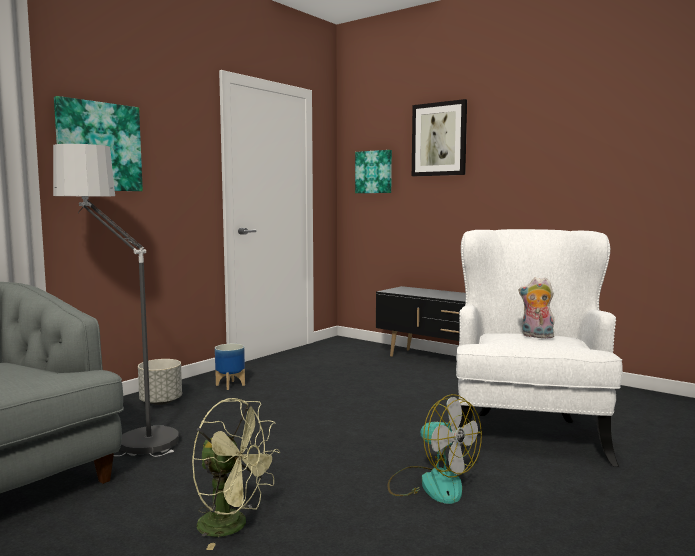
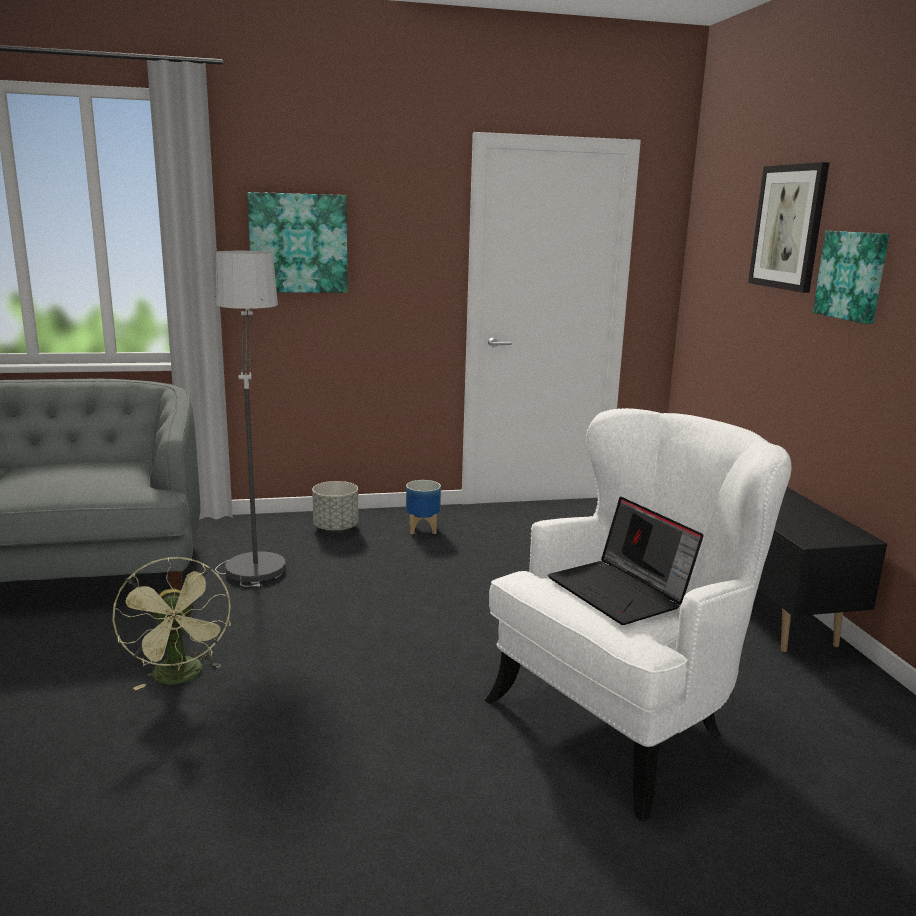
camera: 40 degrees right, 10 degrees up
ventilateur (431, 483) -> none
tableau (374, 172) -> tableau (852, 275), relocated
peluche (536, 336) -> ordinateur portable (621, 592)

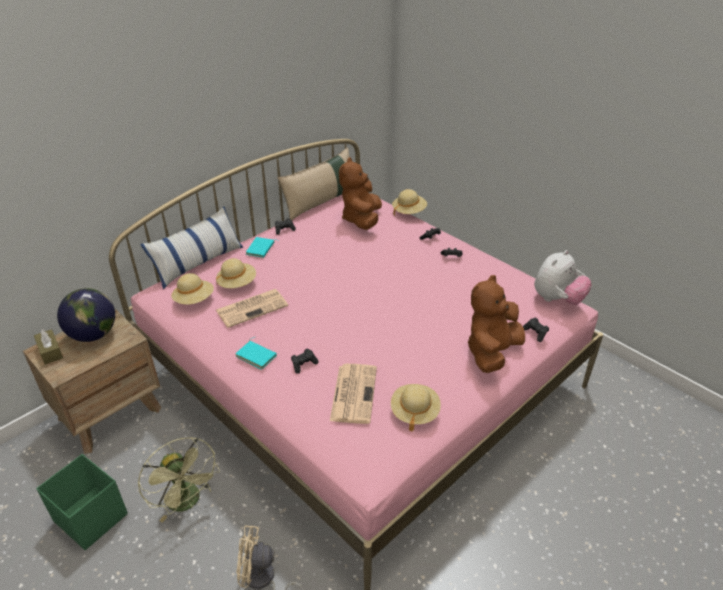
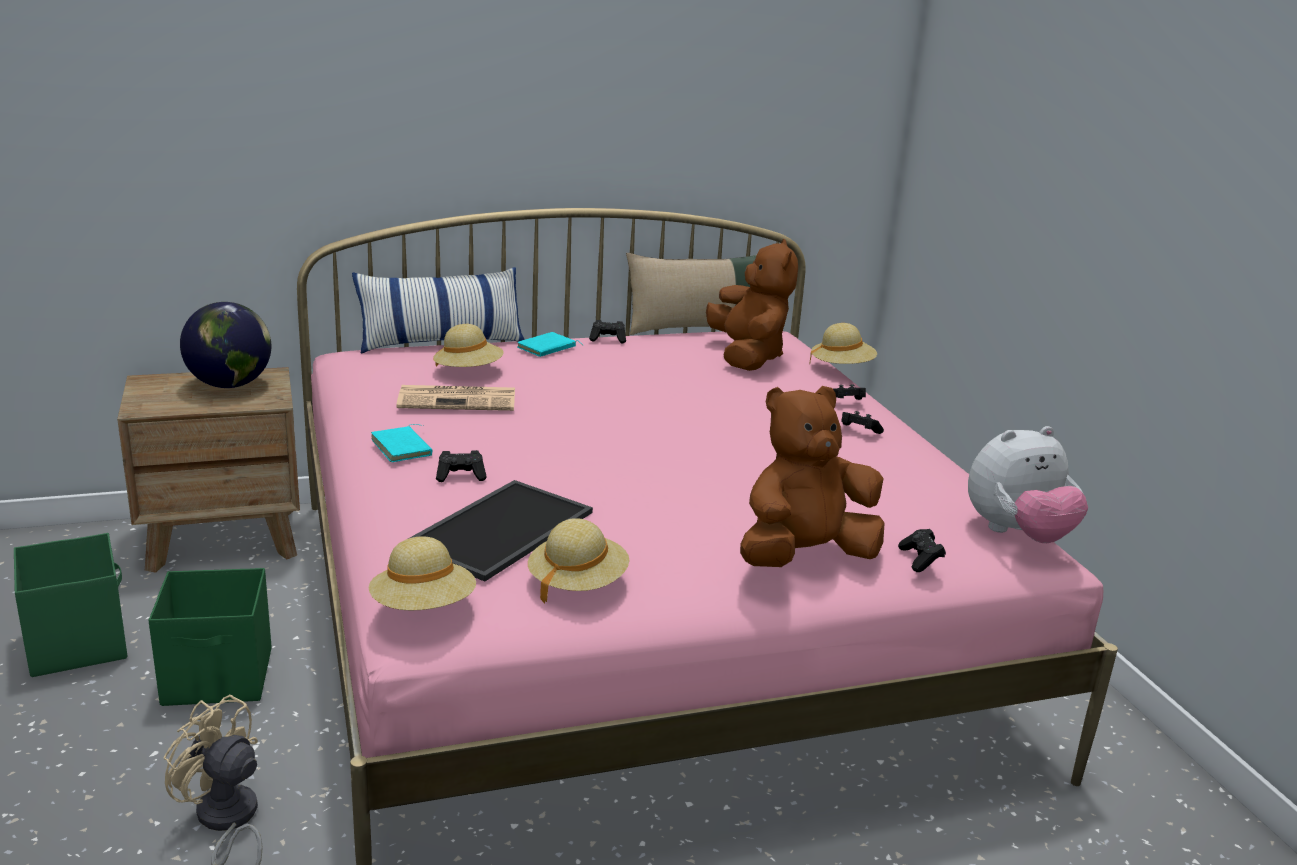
camera: 25 degrees right, 15 degrees down
boîte à mouchoirs/marron (50, 351) -> none
chapeau/beige (194, 300) -> chapeau/beige (423, 608), relocated
ventilateur/vert (188, 502) -> boîte de rangement/vert (219, 677)
journal (353, 393) -> plateau (499, 528)
peluche/marron (361, 219) -> peluche/marron (747, 357), 135 degrees clockwise

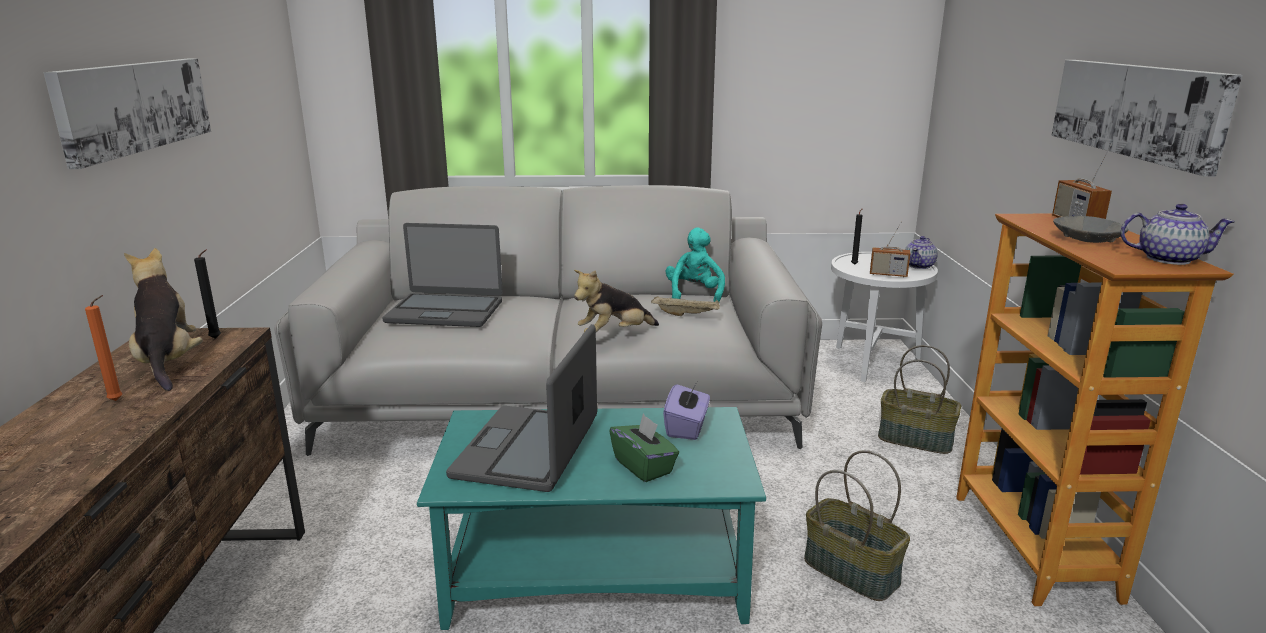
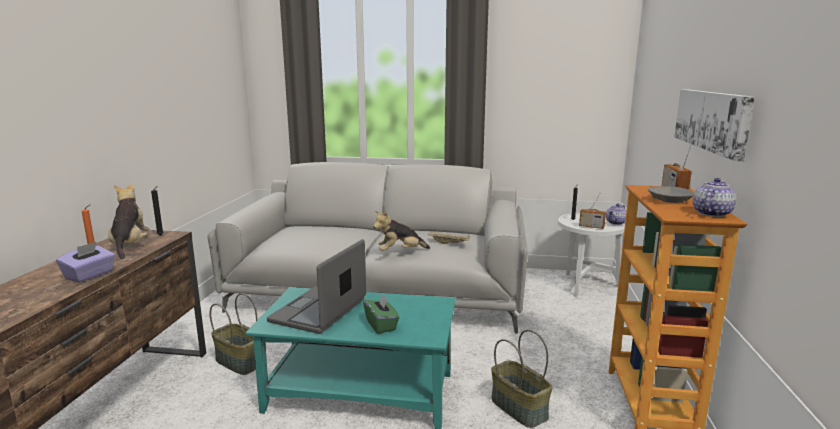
camera: 10 degrees right, 5 degrees down
tableau (135, 106) -> none
ordinateur portable (445, 311) -> none
peluche/turquoise (694, 295) -> none
boîte à mouchoirs/violet (687, 427) -> boîte à mouchoirs/violet (90, 275), relocated
panier (916, 439) -> panier (240, 362), relocated
théière (1167, 259) -> théière (711, 213), 75 degrees counterclockwise

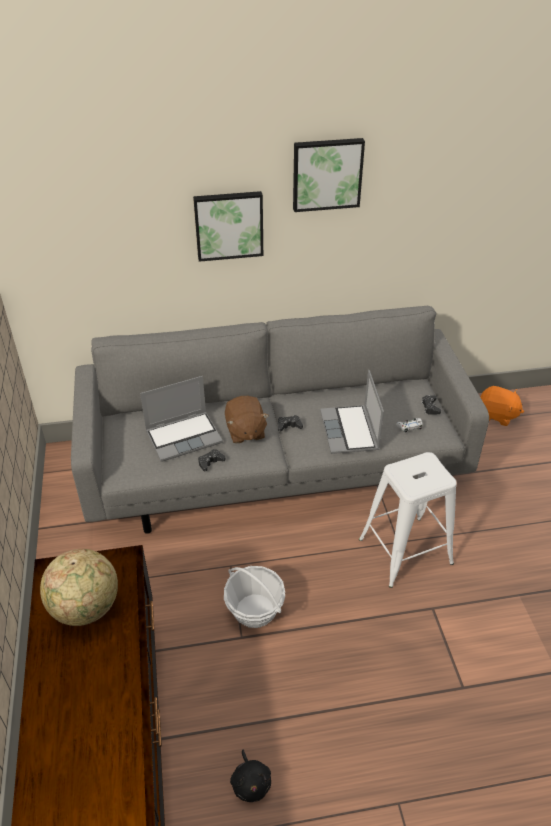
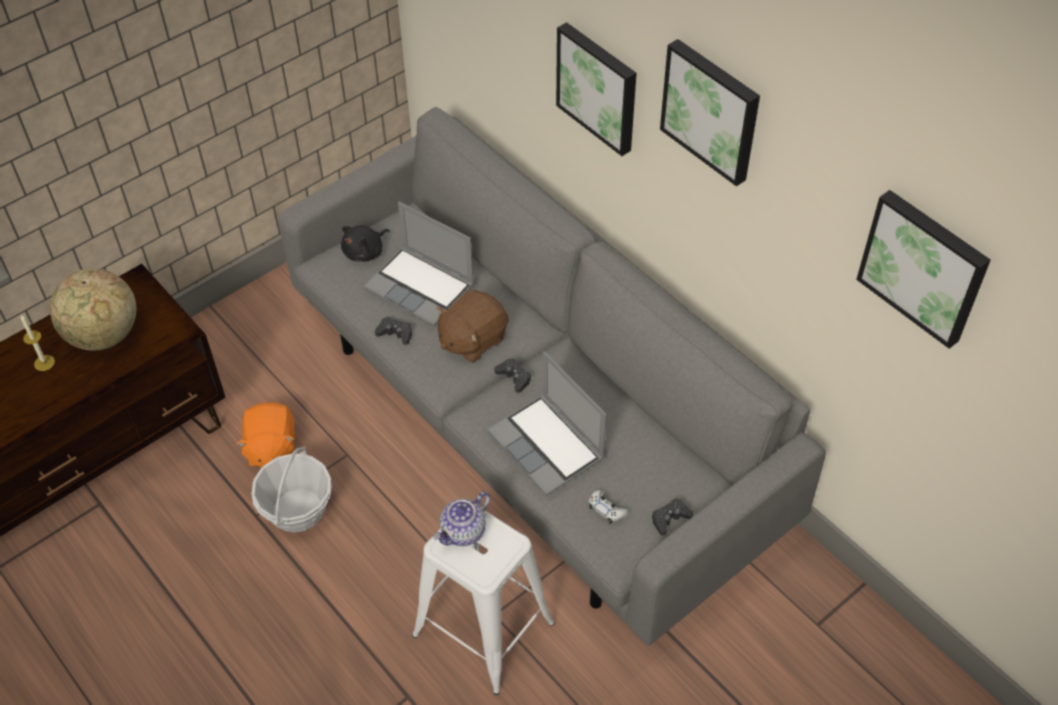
camera: 60 degrees right, 10 degrees up
none -> bougie (44, 363)
none -> théière (463, 532)
none -> tableau (924, 266)
peluche/noir (251, 782) -> peluche/noir (365, 252), relocated
peluche/orange (496, 415) -> peluche/orange (271, 448), relocated
ordinateur portable (350, 431) -> ordinateur portable (548, 446), 90 degrees counterclockwise

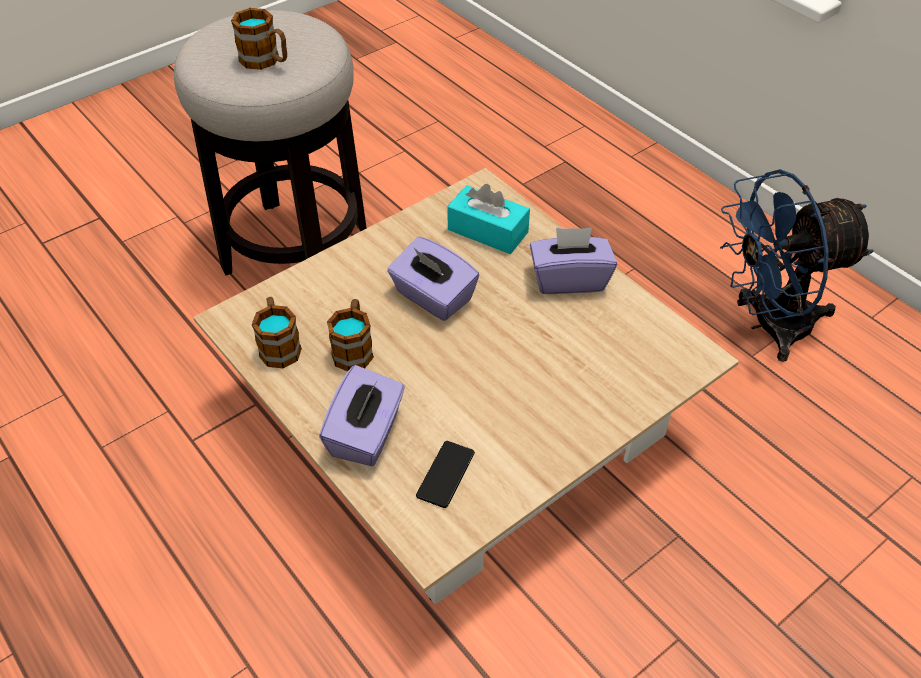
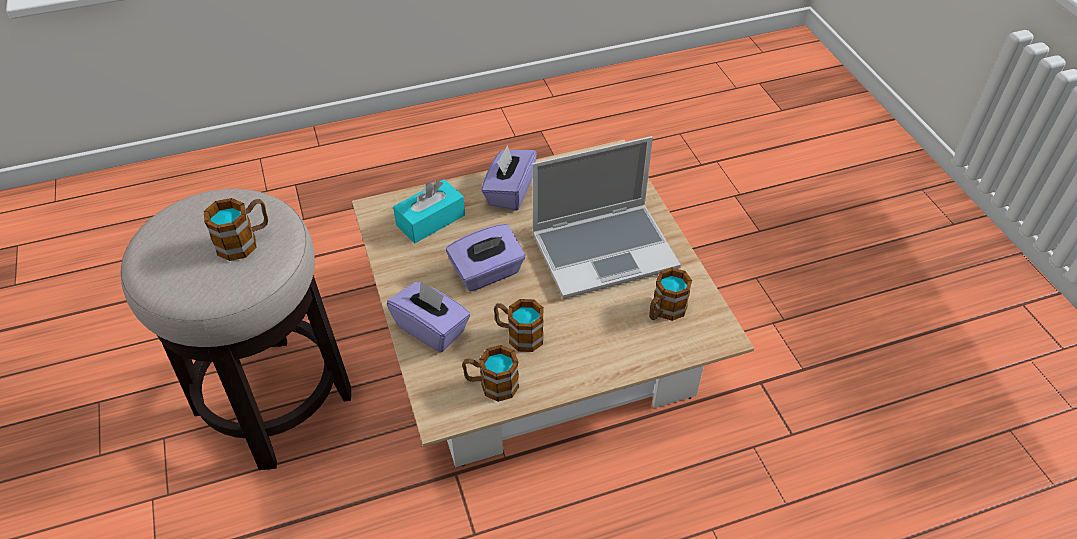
camera: 70 degrees left, 0 degrees up
ventilateur/bleu (768, 325) -> none
none -> ordinateur portable (605, 250)
boîte à mouchoirs/violet (366, 434) -> boîte à mouchoirs/violet (431, 328), relocated
téléphone (445, 474) -> mug (664, 311)

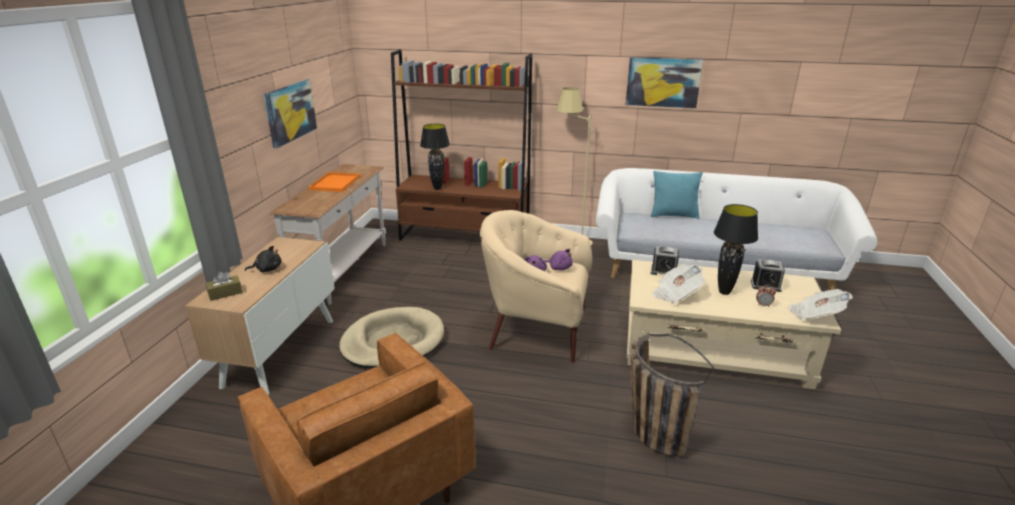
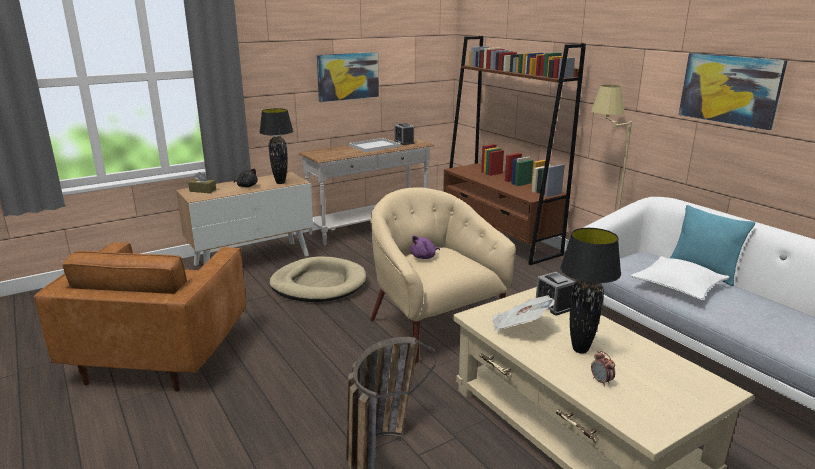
camera: 45 degrees right, 5 degrees down
peluche/violet (559, 268) -> none
journal (815, 316) -> none
none -> coussin/blanc (678, 286)
lampe de table/noir (437, 188) -> lampe de table/noir (280, 183), relocated
réveil (765, 285) -> réveil (404, 142), relocated
plateau/orange (335, 183) -> plateau/blanc (374, 146)

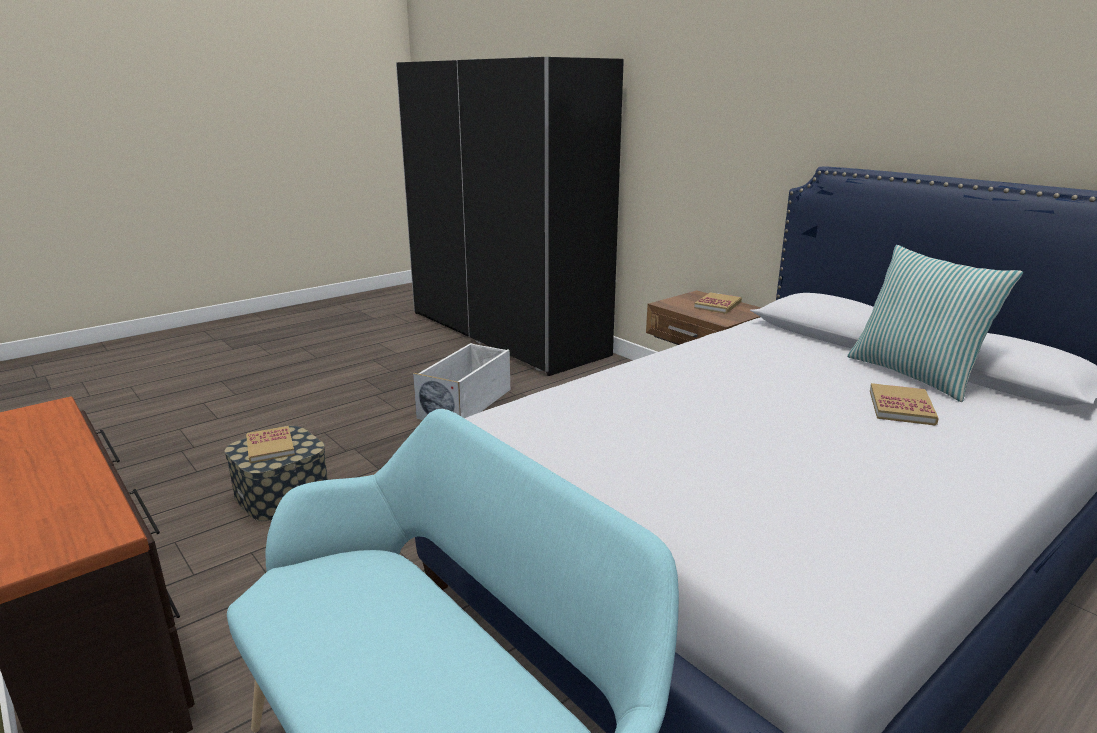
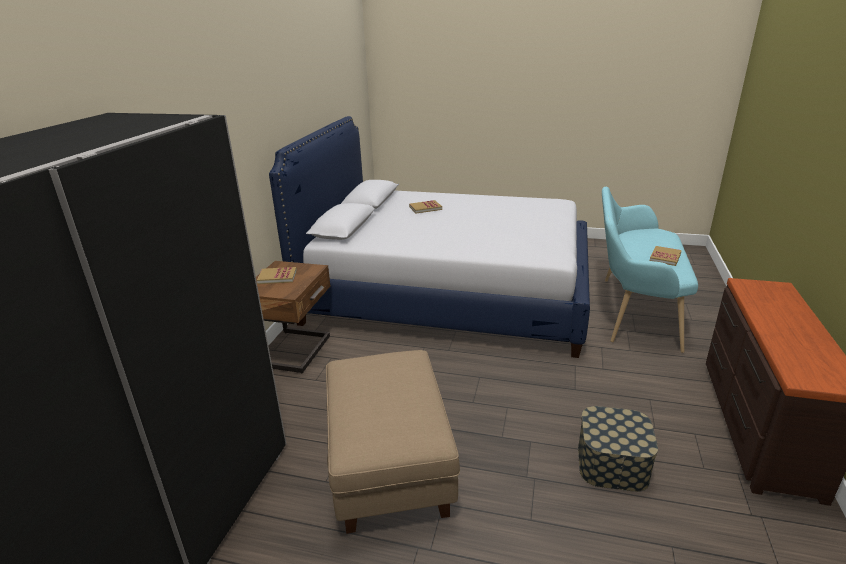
camera: 125 degrees left, 5 degrees up
coussin (915, 374) -> none
livre (270, 447) -> livre (665, 257), relocated
boîte de rangement/blanc (466, 403) -> pouf/beige (388, 465)

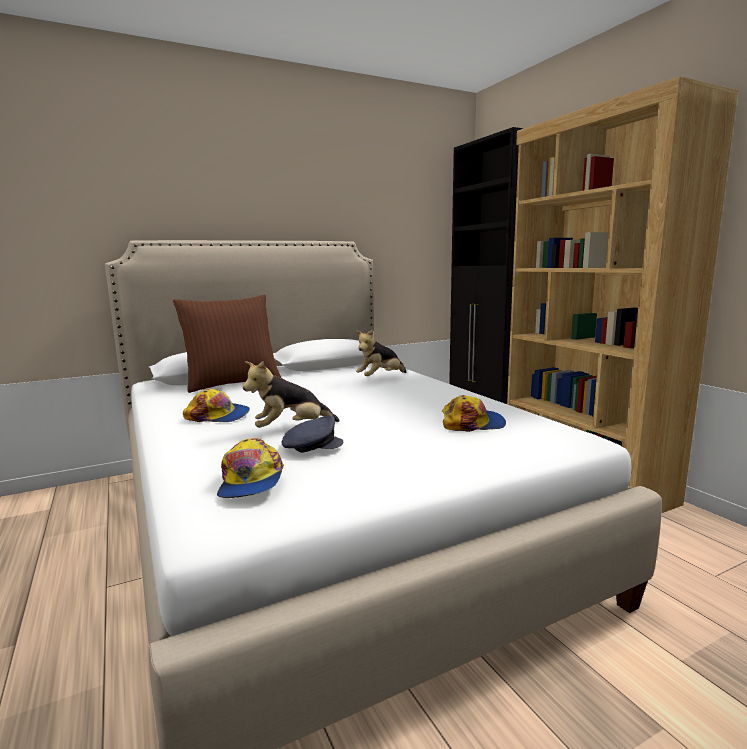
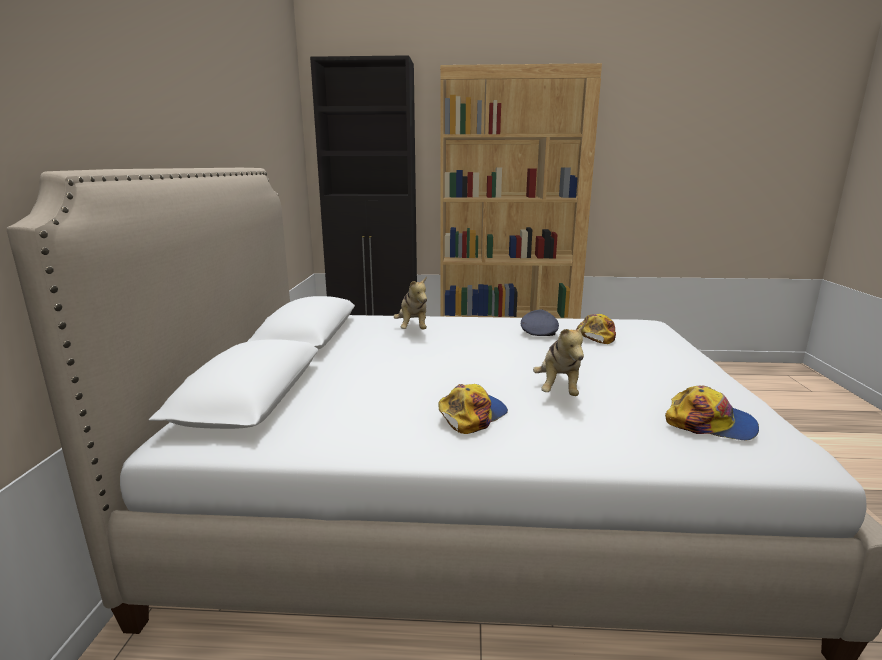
camera: 60 degrees left, 5 degrees up
coussin/marron (232, 383) -> none
casquette/gris (311, 446) -> casquette/gris (538, 333), relocated

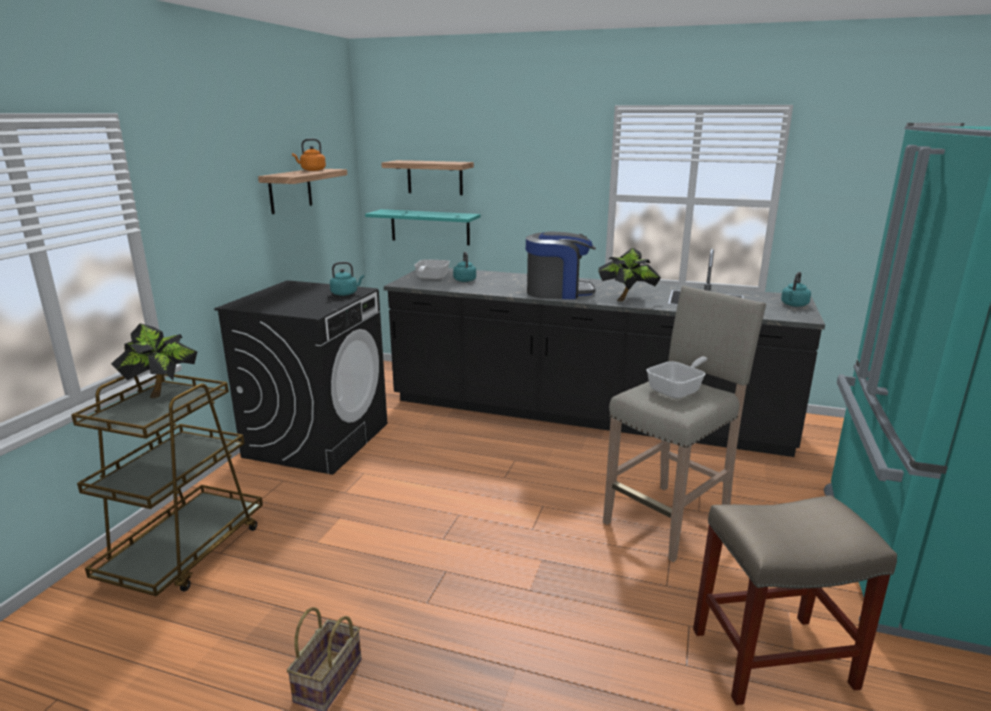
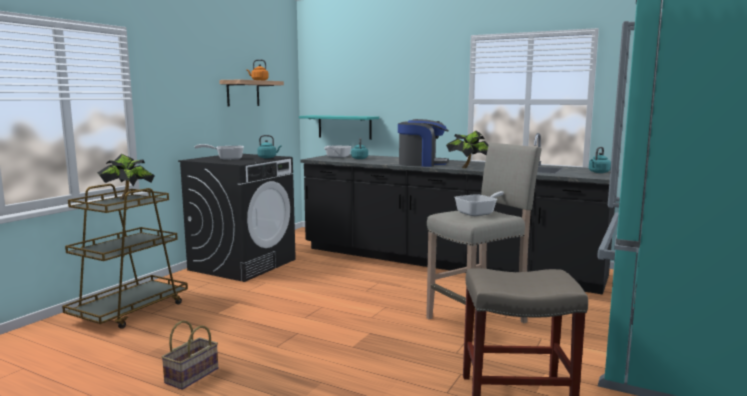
camera: 10 degrees right, 10 degrees down
étagère (435, 177) -> none
none -> poêle (226, 159)

